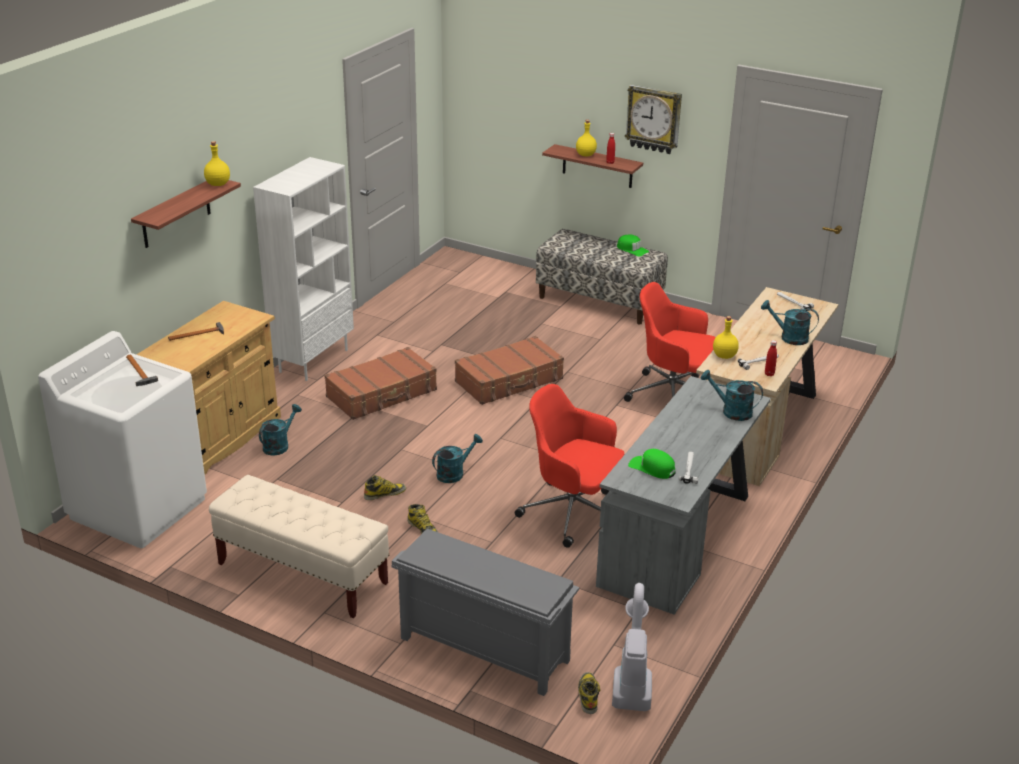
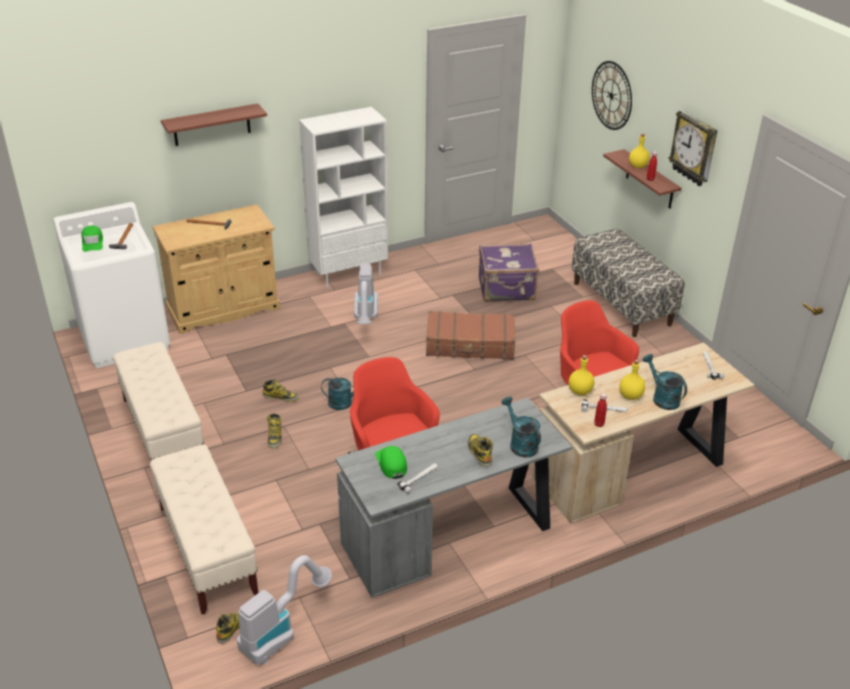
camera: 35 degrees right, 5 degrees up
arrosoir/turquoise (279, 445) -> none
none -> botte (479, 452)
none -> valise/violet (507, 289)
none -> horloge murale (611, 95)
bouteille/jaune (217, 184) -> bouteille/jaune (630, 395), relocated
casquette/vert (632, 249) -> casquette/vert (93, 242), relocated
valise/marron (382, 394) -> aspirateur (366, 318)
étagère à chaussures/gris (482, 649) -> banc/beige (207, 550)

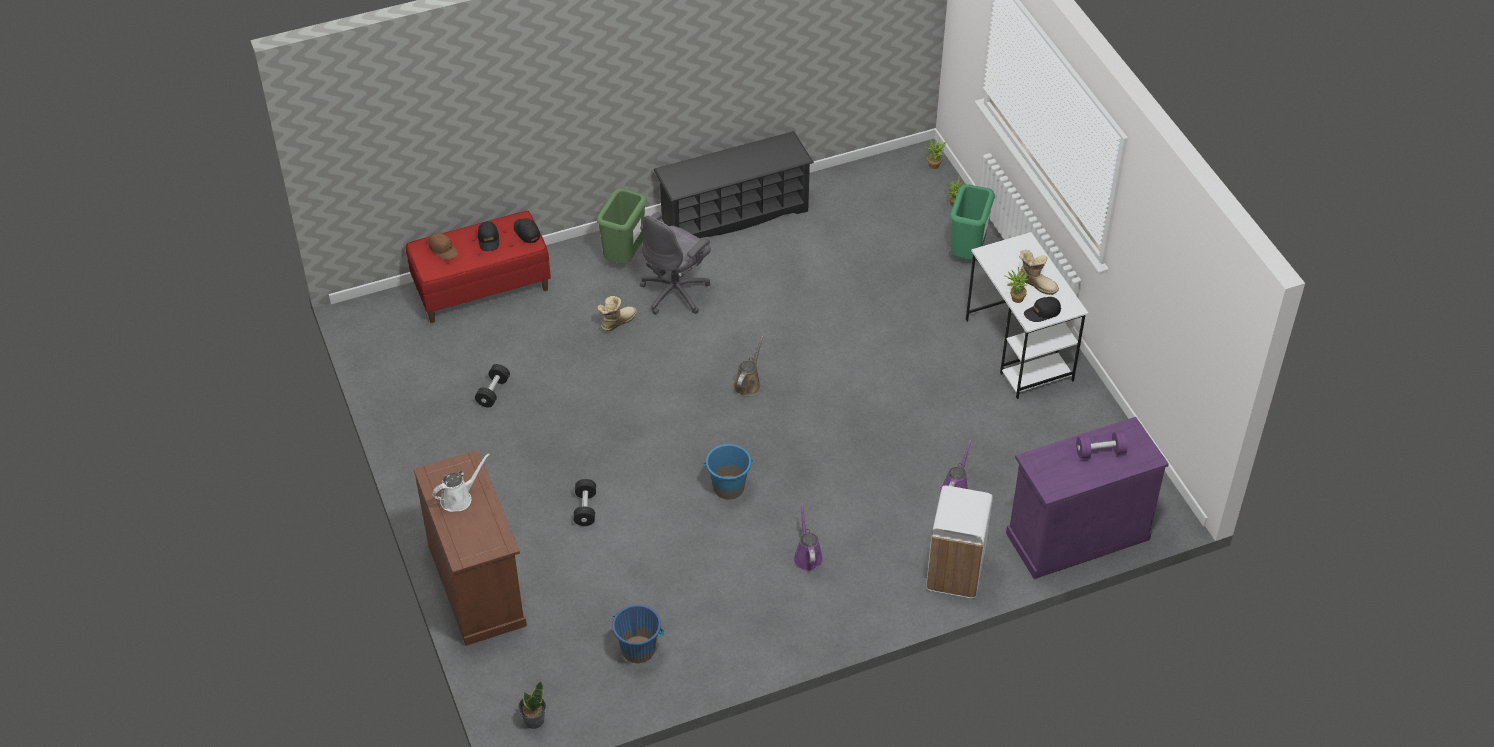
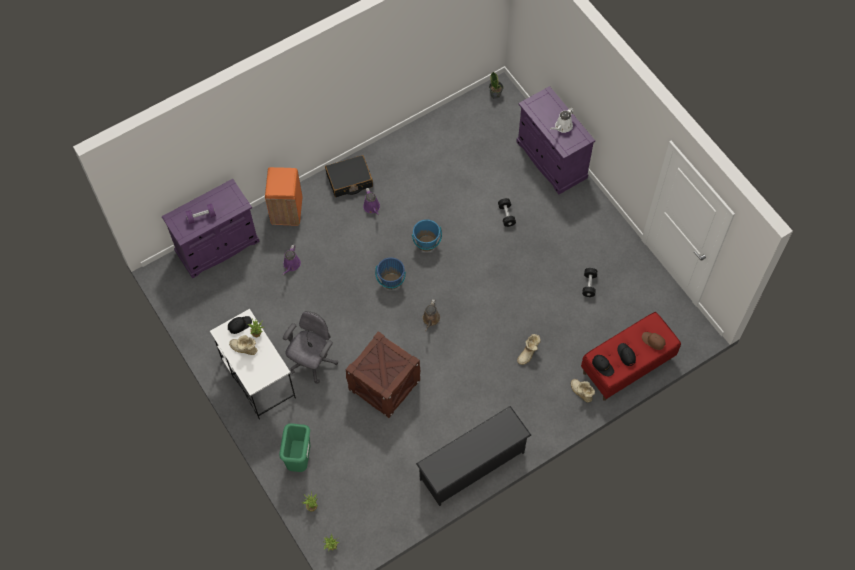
camera: 170 degrees right, 15 degrees up
poubelle/vert (624, 257) -> none
none -> valise/noir (349, 180)
none -> caisse (384, 385)
none -> botte (581, 393)
seau/bleu (638, 649) -> seau/bleu (391, 281), relocated
chaise de bureau/gris (676, 292) -> chaise de bureau/gris (312, 361), relocated
meuble de rangement/marron (477, 585) -> meuble de rangement/violet (551, 160)
poubelle/blanc (956, 572) -> poubelle/orange (286, 211)

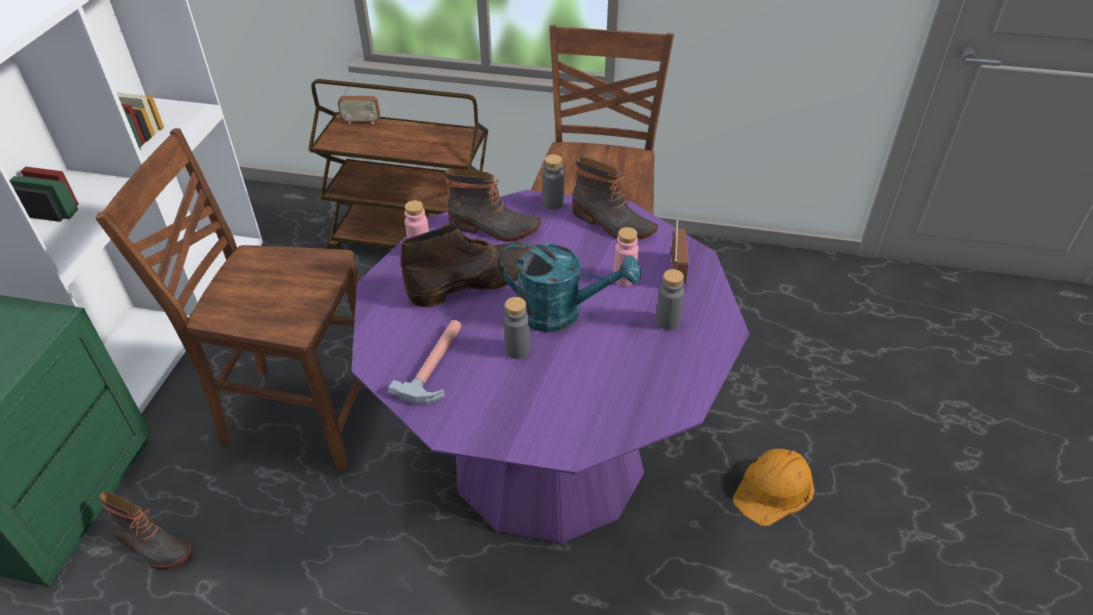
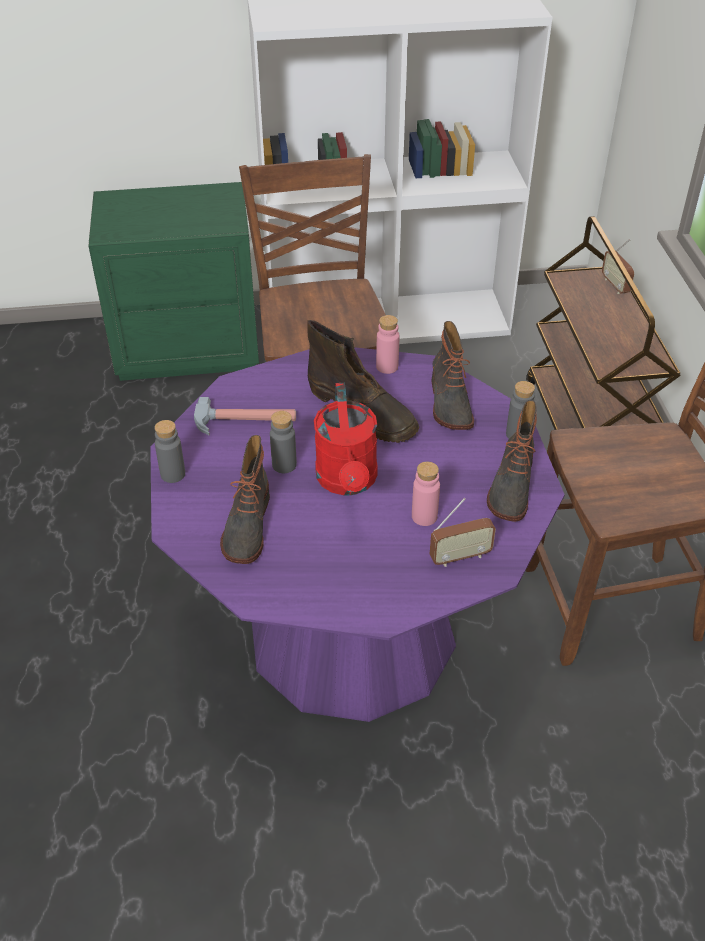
camera: 70 degrees right, 0 degrees up
casque de chantier/orange (774, 489) -> none
botte (153, 547) -> botte (246, 527), relocated
bouteille/gris (667, 321) -> bouteille/gris (173, 474), relocated
arrosoir/turquoise (561, 313) -> arrosoir/rouge (348, 482)

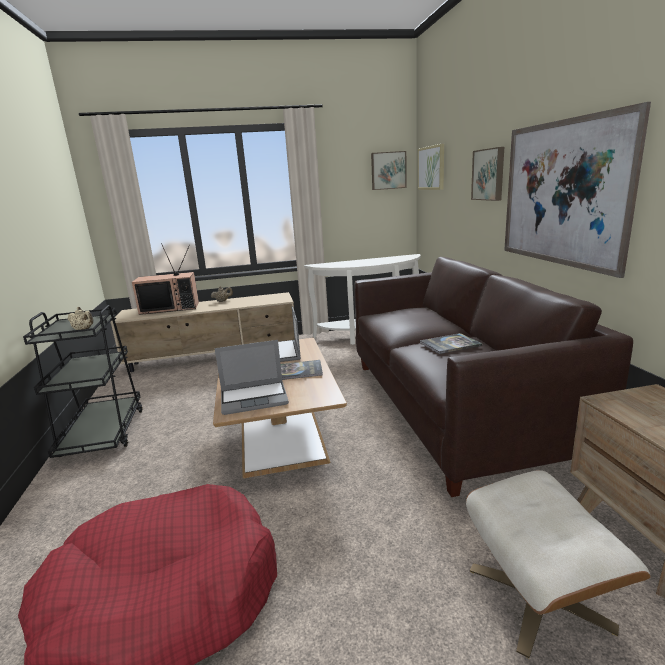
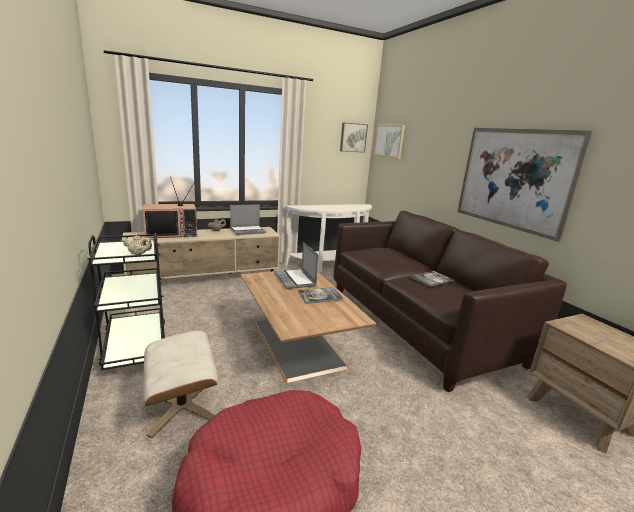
camera: 15 degrees left, 0 degrees up
tableau (489, 174) -> none
ordinateur portable (255, 398) -> ordinateur portable (248, 231), relocated
pouf/beige (539, 597) -> pouf/beige (182, 407), relocated

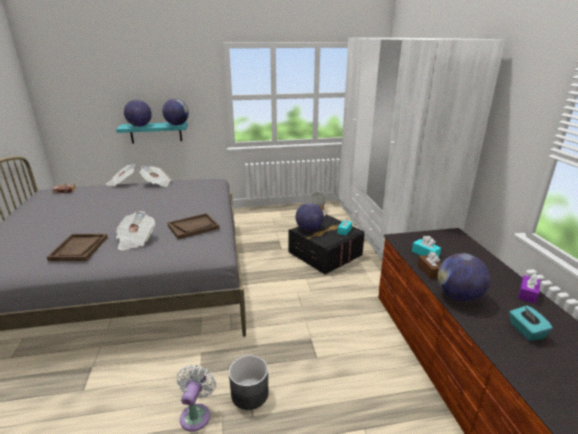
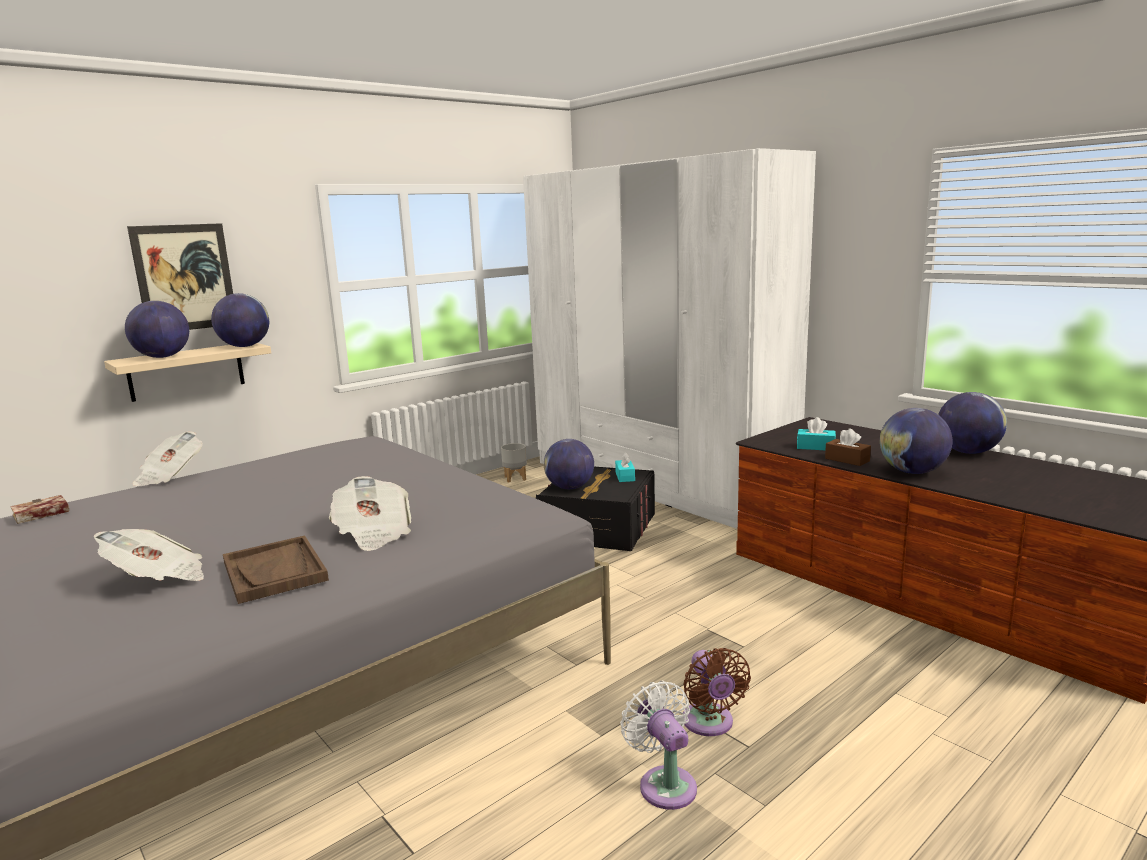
camera: 30 degrees left, 10 degrees down
plateau/marron (193, 227) -> none
boîte à mouchoirs/turquoise (526, 331) -> none
none -> tableau (185, 277)
journal (157, 183) -> journal (158, 578), relocated
cache-pot/gris (250, 393) -> ventilateur/marron (709, 723)
boîte à mouchoirs/violet (527, 294) -> globe (968, 452)
étagère/turquoise (156, 132) -> étagère/beige (186, 371)

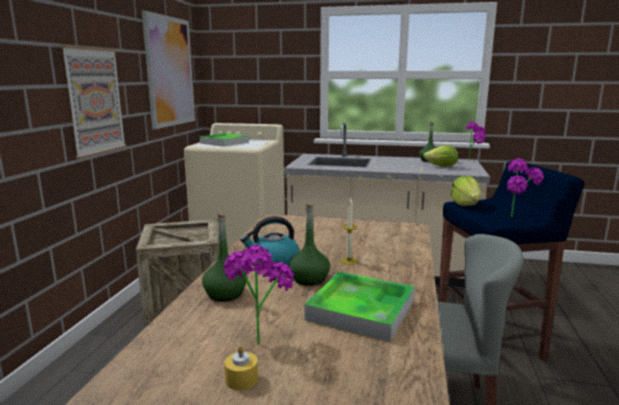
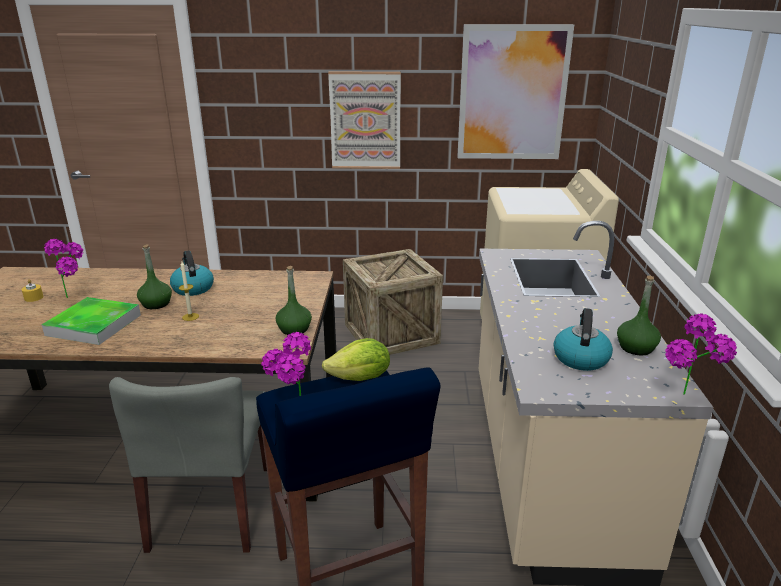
camera: 80 degrees right, 10 degrees up
plateau (224, 143) -> none
bouteille/vert (225, 294) -> bouteille/vert (294, 329), relocated
laitue (441, 166) -> bouilloire (580, 358)

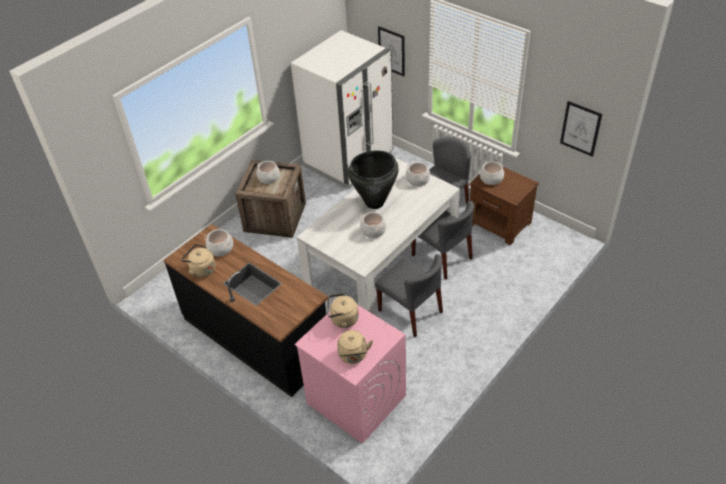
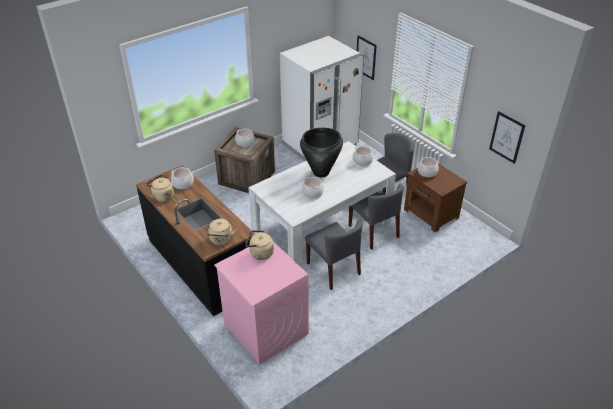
camera: 10 degrees right, 5 degrees down
bouilloire/beige (353, 356) -> bouilloire/beige (221, 240), relocated

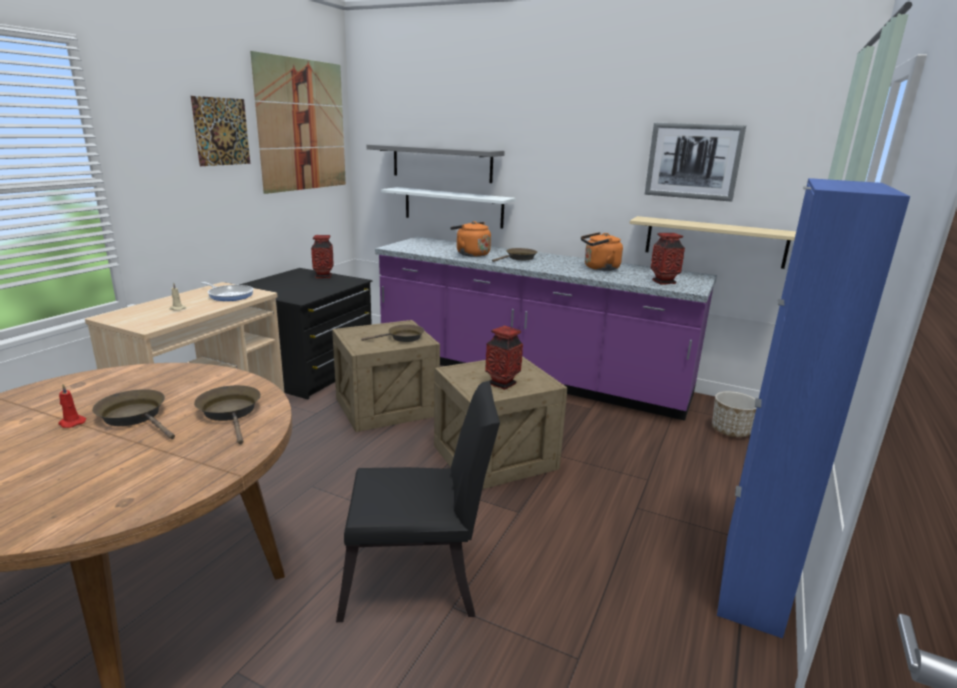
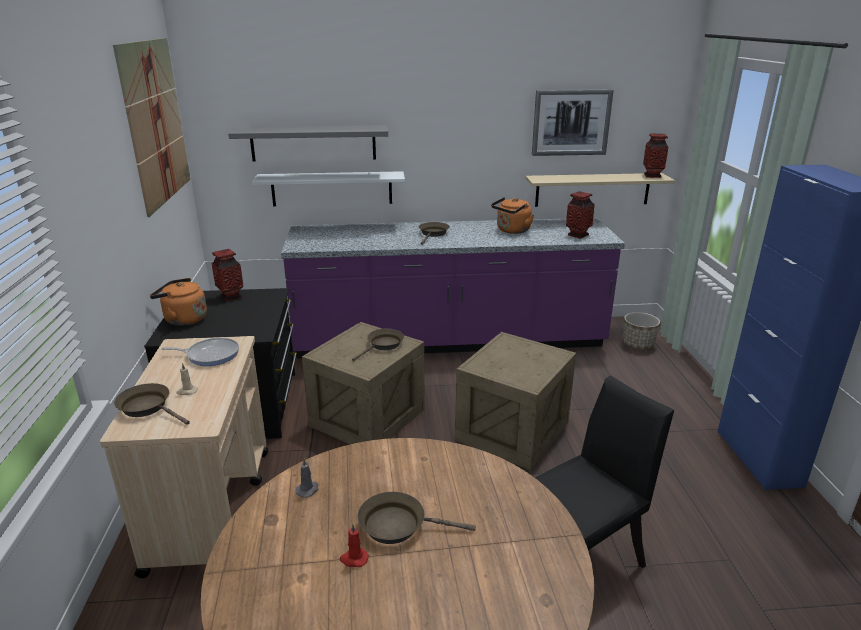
camera: 30 degrees left, 5 degrees up
tableau (221, 131) -> none
none -> bougie/gris (308, 490)
poêle/marron (231, 412) -> poêle/marron (148, 407), relocated
bouilloire/orange (470, 254) -> bouilloire/orange (183, 319), relocated
vase (502, 384) -> vase (652, 176), relocated

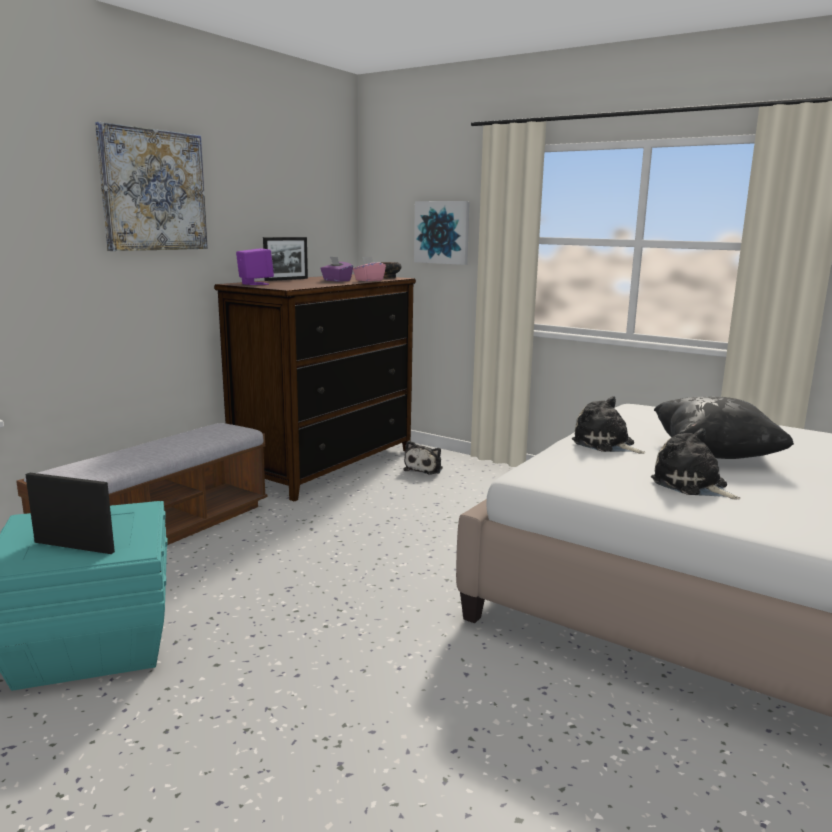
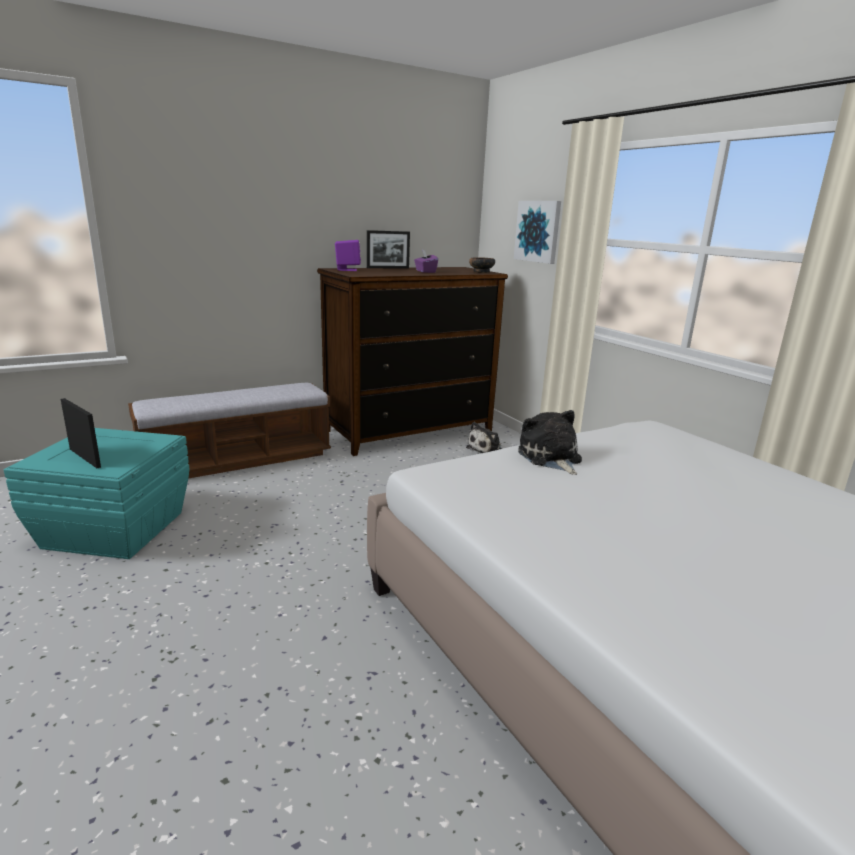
camera: 25 degrees right, 5 degrees up
tableau (153, 190) -> none
boîte à mouchoirs/rose (369, 280) -> none
peluche (692, 485) -> none
coussin/noir (715, 453) -> none

